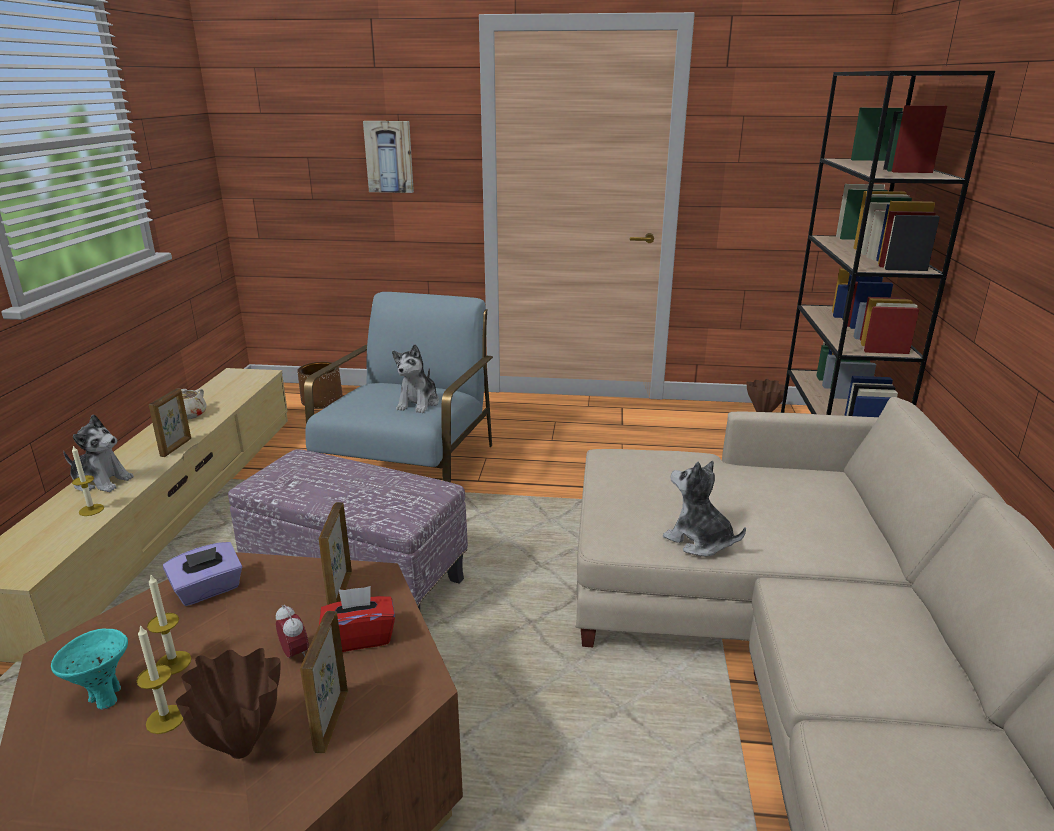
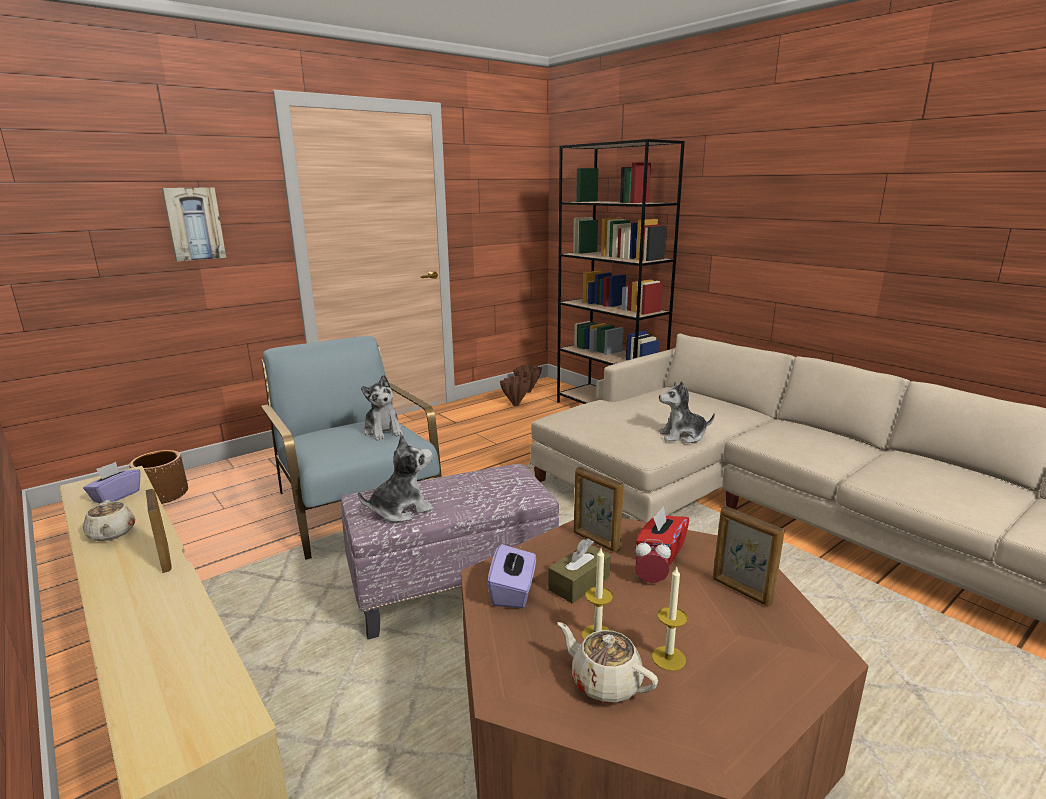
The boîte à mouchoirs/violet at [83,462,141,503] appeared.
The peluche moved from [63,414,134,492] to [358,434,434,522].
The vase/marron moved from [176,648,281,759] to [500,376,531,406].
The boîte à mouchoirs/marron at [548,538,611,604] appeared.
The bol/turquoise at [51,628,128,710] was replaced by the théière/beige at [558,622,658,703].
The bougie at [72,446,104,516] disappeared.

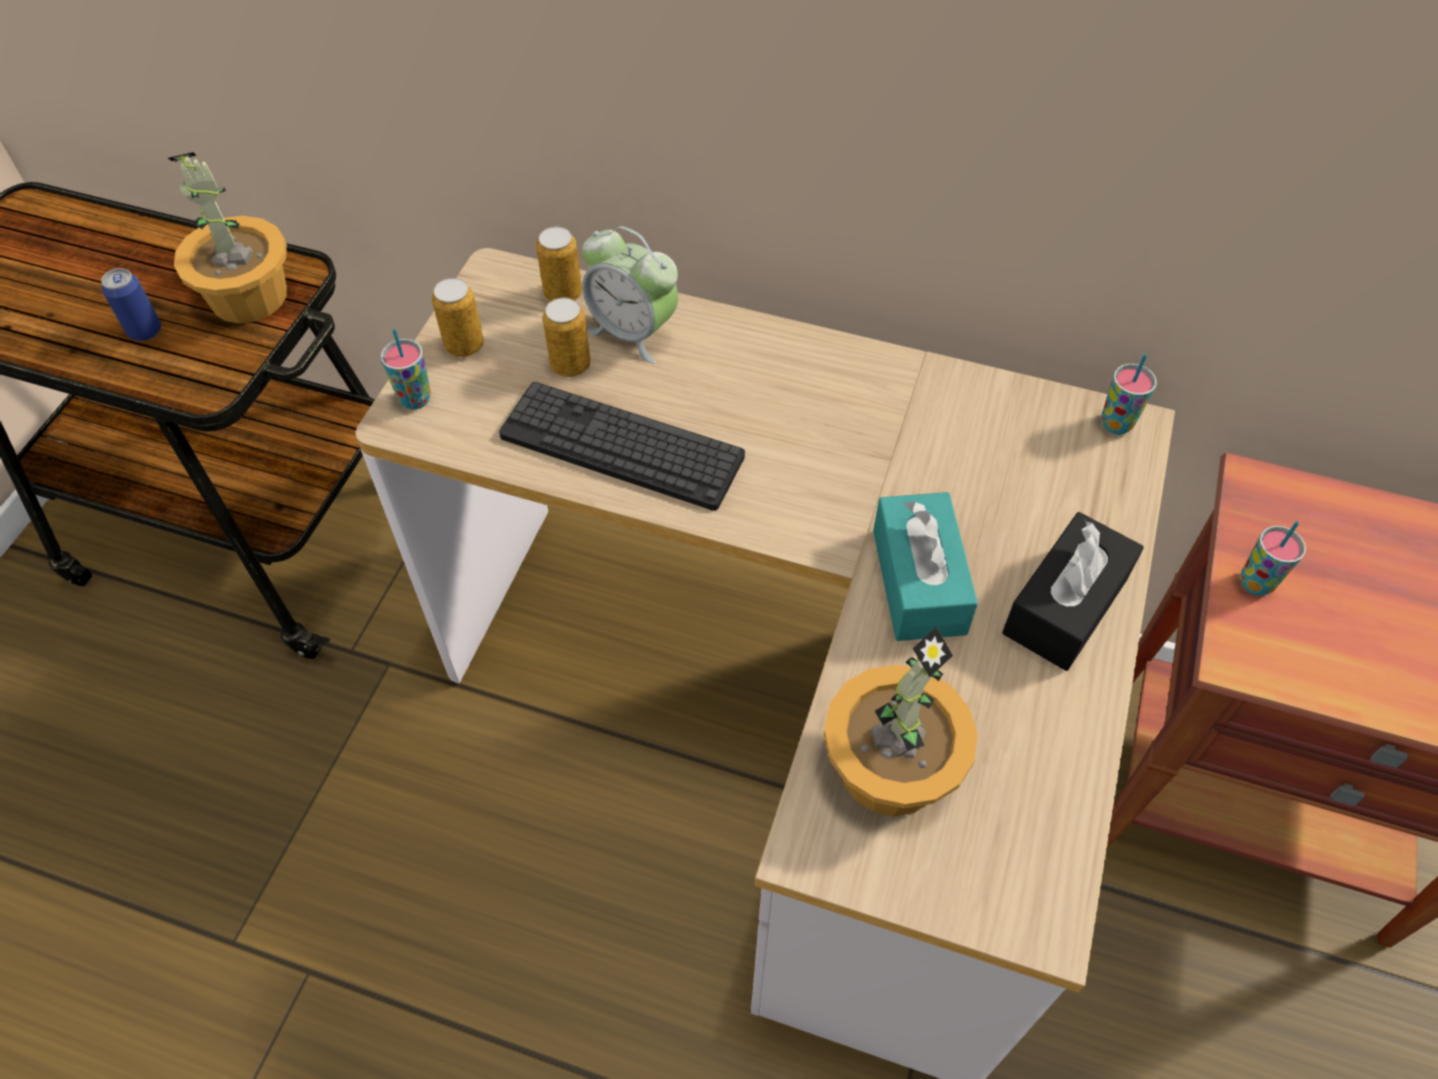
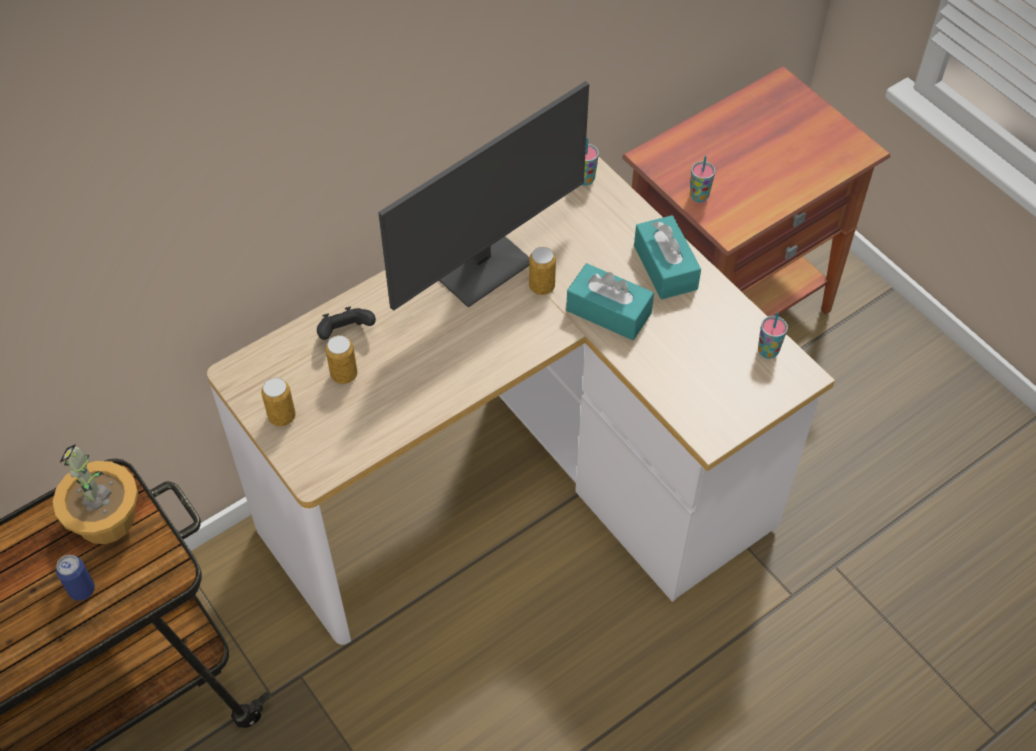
The réveil at [582,226,678,364] was replaced by the manette/noir at [317,307,376,340].
The écran d'ordinateur at [378,81,589,311] appeared.
The boîte métallique moved from [536,227,582,302] to [529,247,556,295].
The boîte à mouchoirs/noir at [1002,512,1144,671] became the boîte à mouchoirs/turquoise at [634,215,701,299].
The tasse moved from [380,329,431,410] to [758,312,788,359].
The clavier at [499,382,745,511] disappeared.
The plante en pot at [824,627,978,816] disappeared.

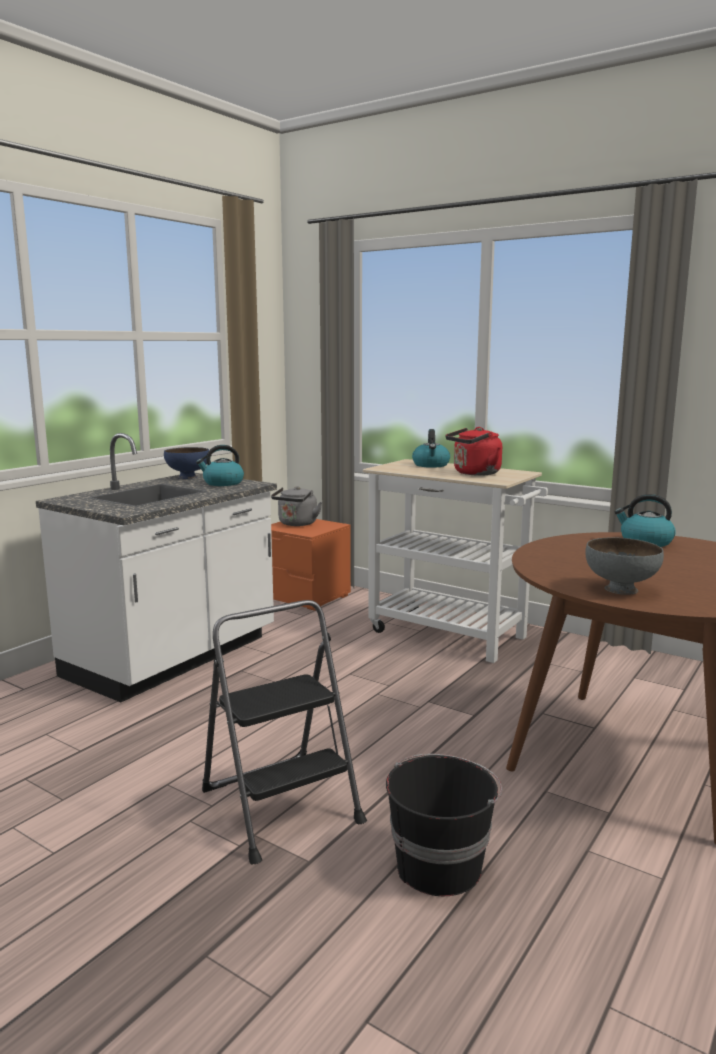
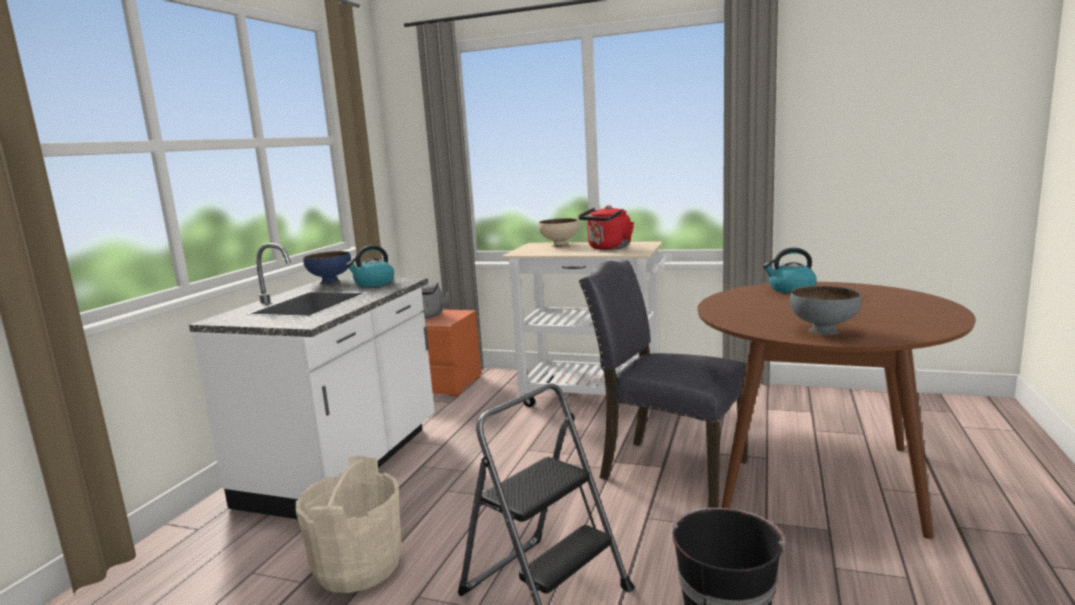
The seau/beige at [296,456,402,593] appeared.
The bouilloire at [412,429,450,468] was replaced by the bol/beige at [538,218,579,247].
The chaise/gris at [579,260,748,508] appeared.

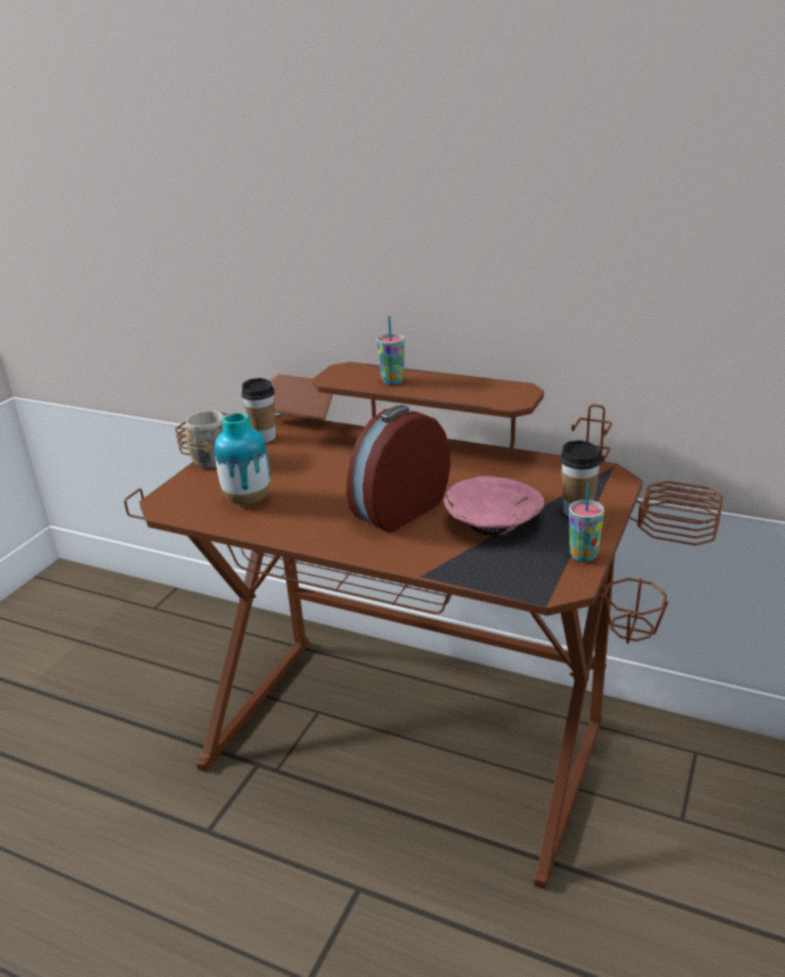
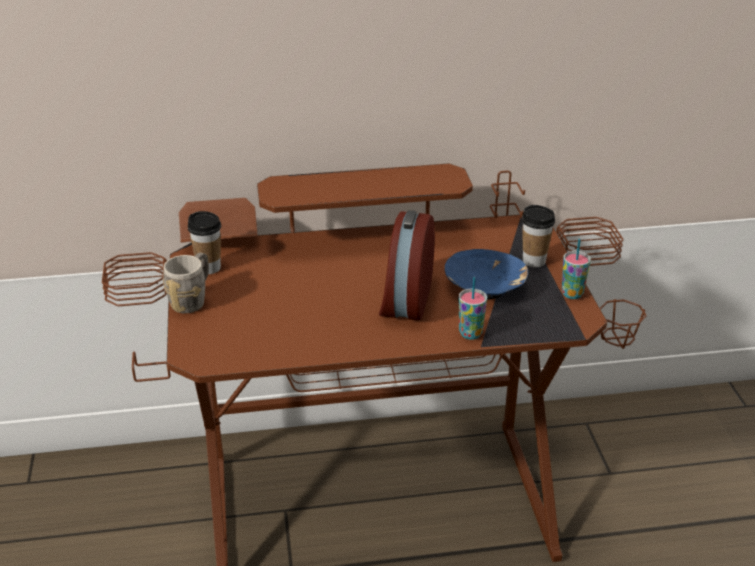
The bol/rose at [444,476,544,535] became the bol/bleu at [445,249,528,299].
The tasse moved from [376,316,405,385] to [459,277,487,340].
The vase at [215,412,270,505] disappeared.

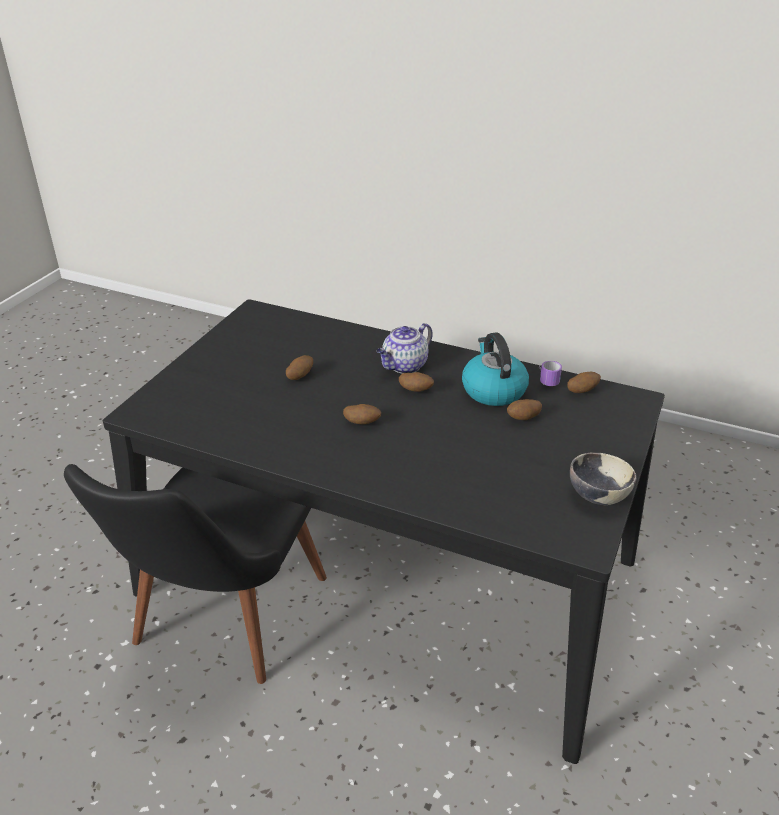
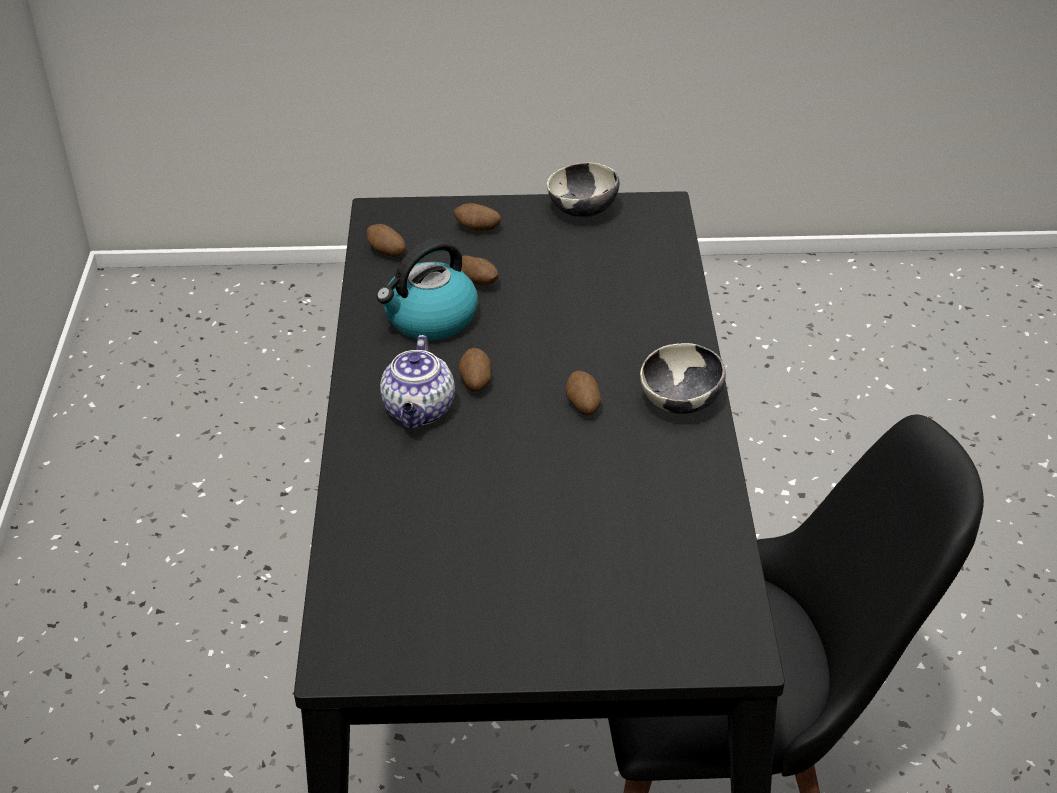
The théière at [377,323,433,373] turned 75 degrees clockwise.
The pomme de terre moved from [286,355,313,380] to [454,203,501,231].
The bol at [640,343,726,414] appeared.
The mug at [539,361,562,386] disappeared.

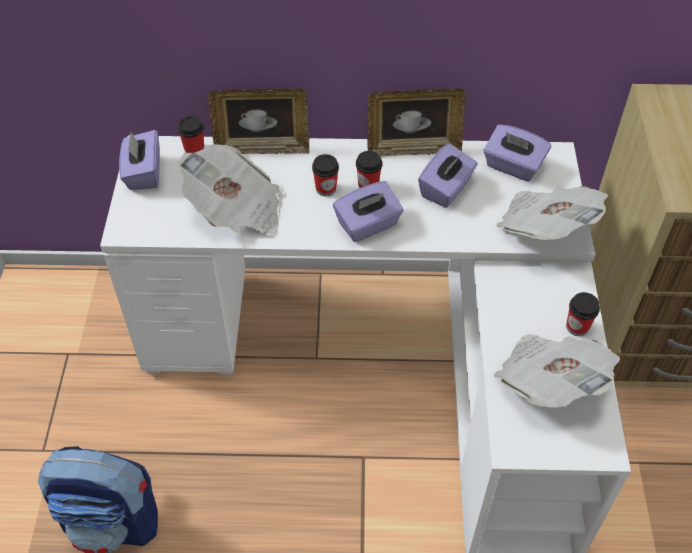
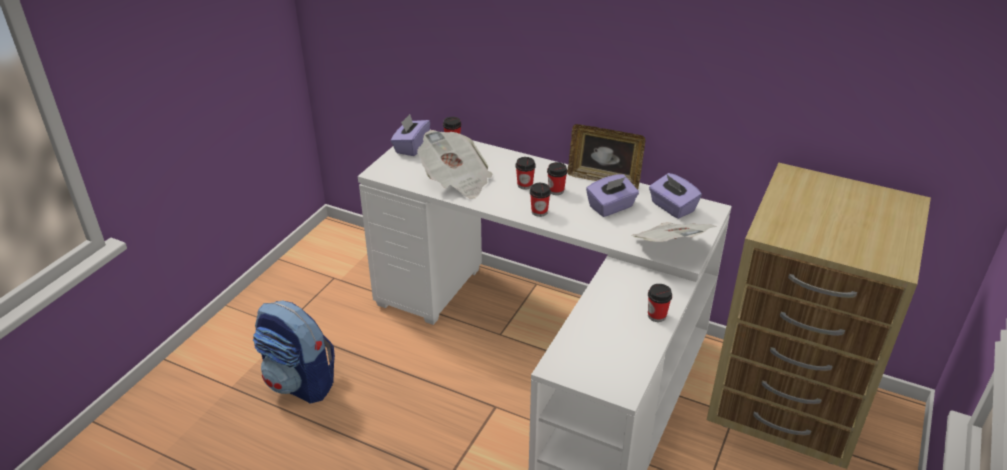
The boîte à mouchoirs/violet at [333,181,404,242] was replaced by the tasse at [530,183,551,217].
The cadre photo at [208,89,309,154] disappeared.
The journal at [494,334,620,408] disappeared.

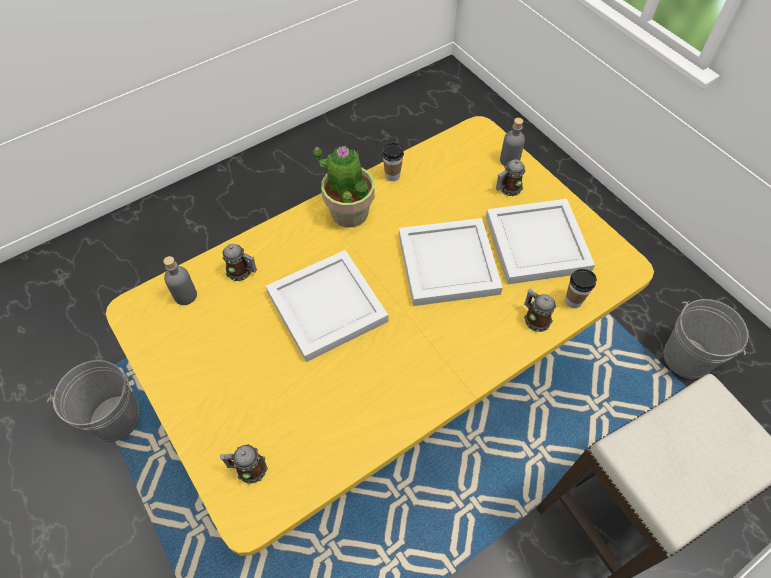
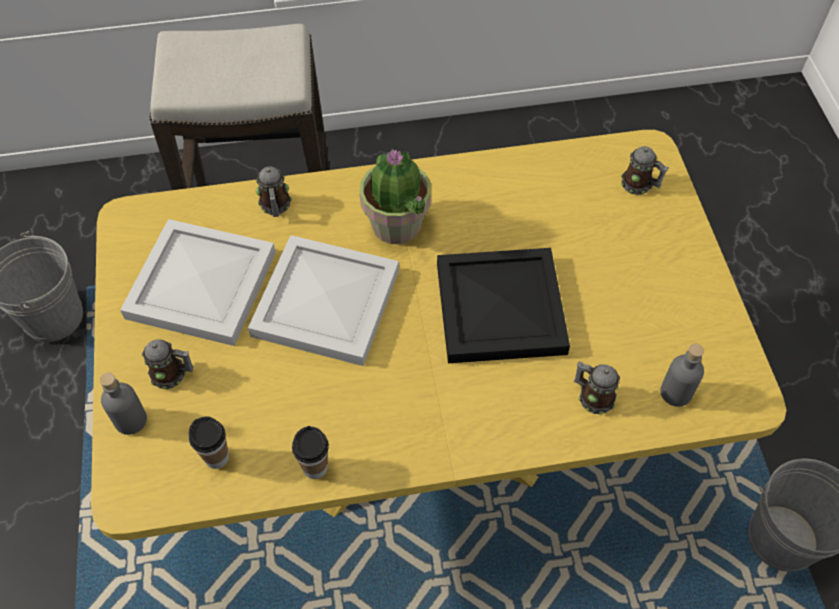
The tasse moved from [565,269,597,308] to [189,416,229,469].
The plante en pot moved from [313,145,375,227] to [359,148,431,244].
The plateau/blanc at [266,250,388,362] became the plateau/noir at [437,248,570,363].

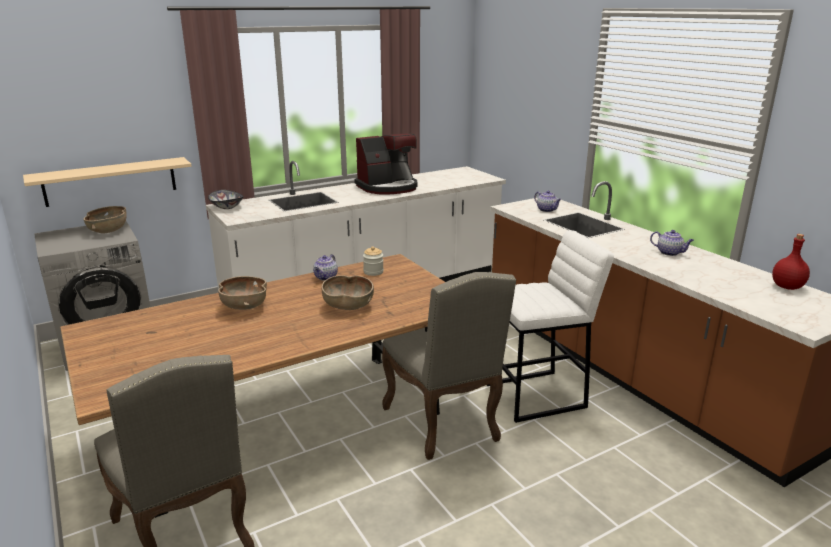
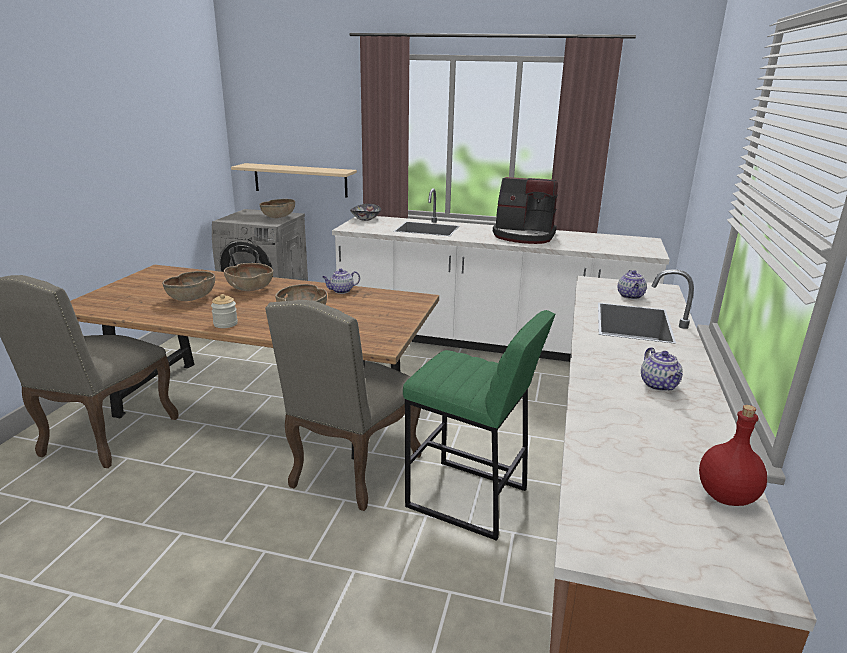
The bol/marron at [162,271,215,301] appeared.
The bocal moved from [363,246,384,276] to [211,294,238,328].
The tabouret/blanc at [487,230,614,423] became the tabouret/vert at [403,310,555,541].

